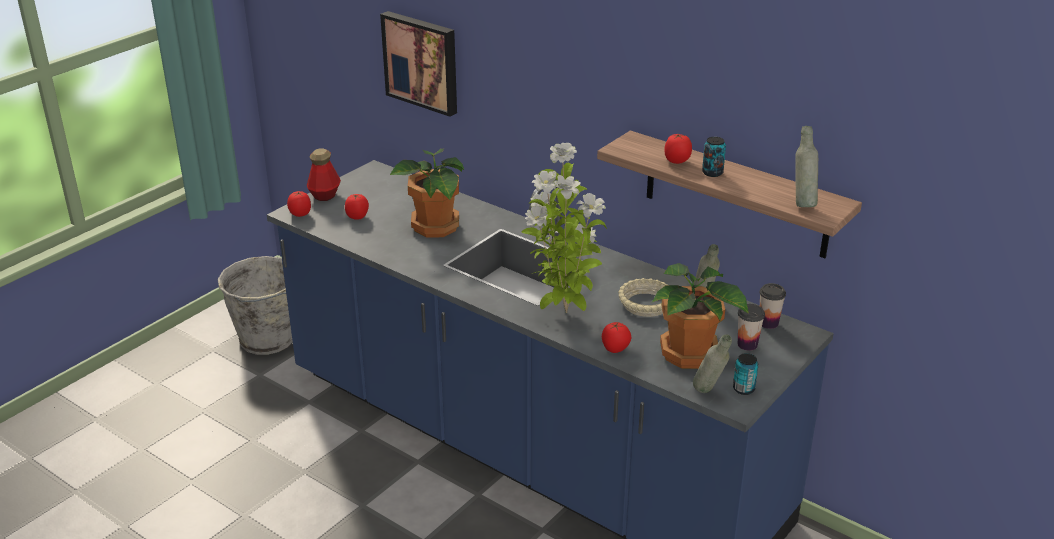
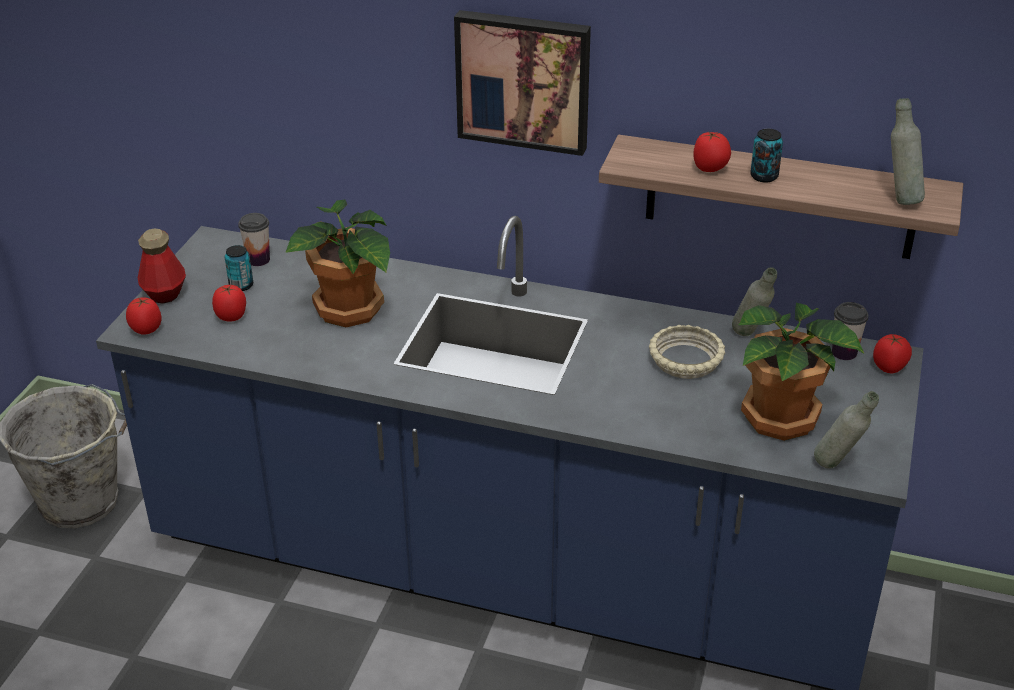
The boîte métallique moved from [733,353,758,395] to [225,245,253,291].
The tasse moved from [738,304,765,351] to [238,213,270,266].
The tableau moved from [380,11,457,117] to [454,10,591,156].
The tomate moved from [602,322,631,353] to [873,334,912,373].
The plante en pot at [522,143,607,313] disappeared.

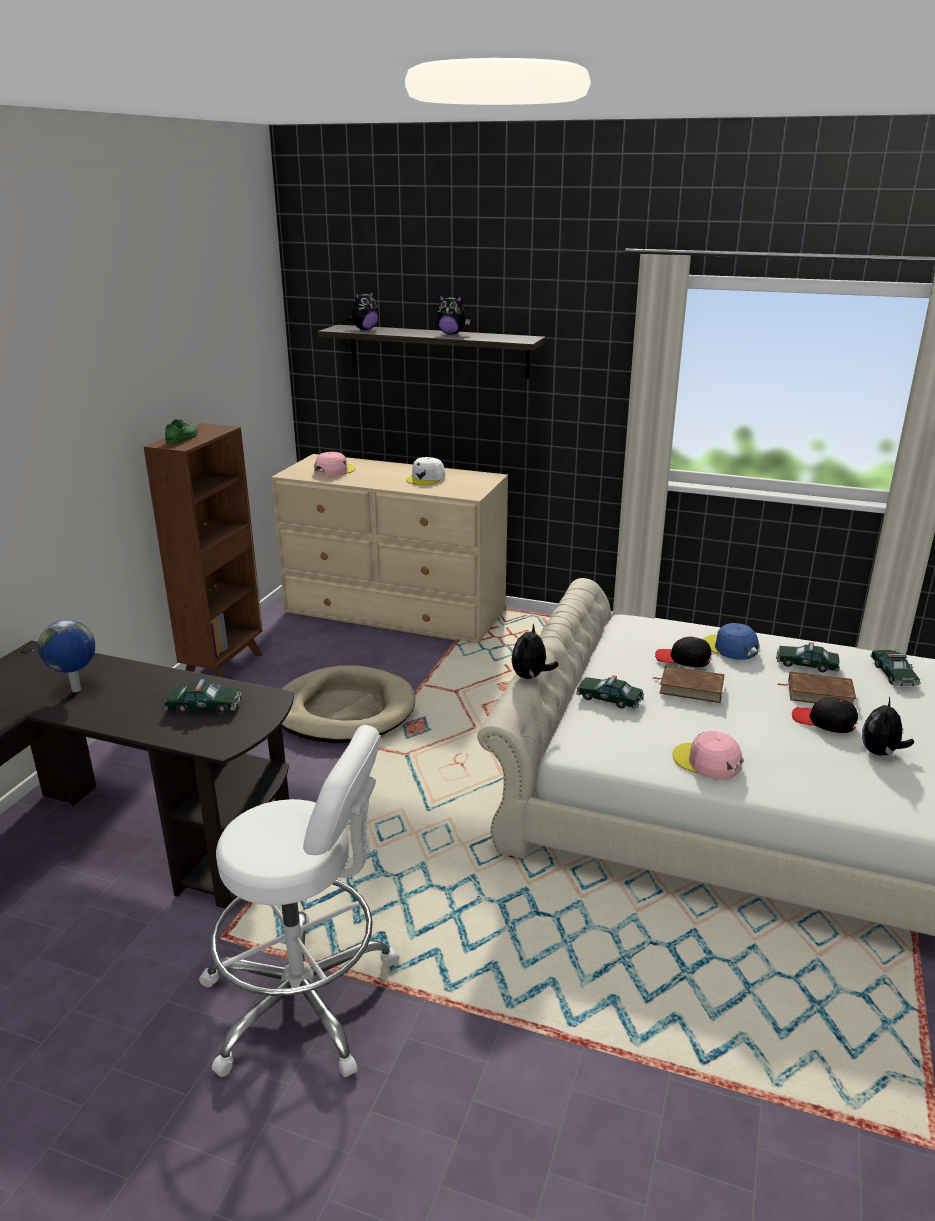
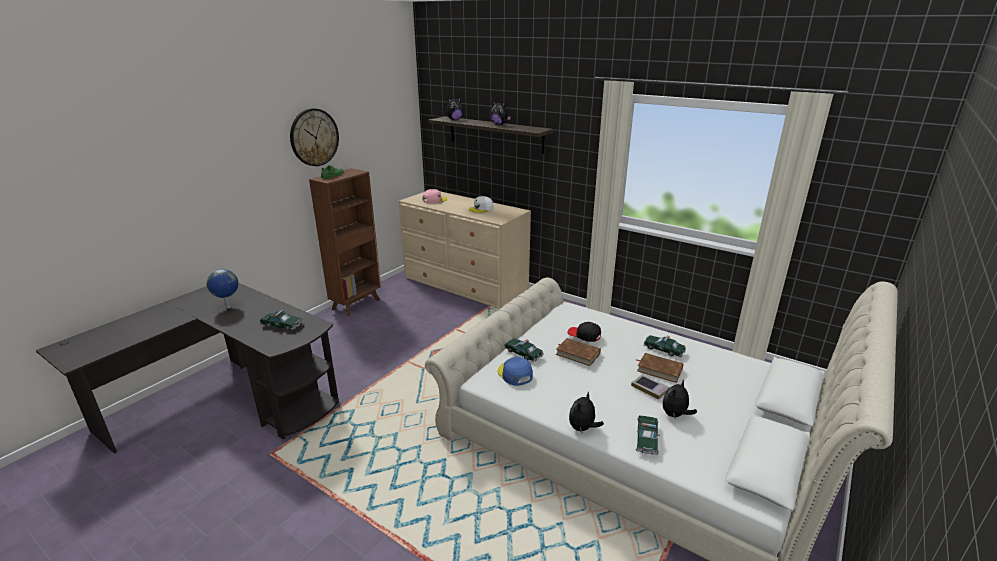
The horloge murale at [290,108,339,166] appeared.
The casquette/bleu moved from [703,623,759,660] to [498,357,533,386].
The peluche moved from [511,624,558,679] to [569,392,604,433].
The casquette/noir at [792,697,858,733] was replaced by the livre at [631,374,670,400].
The petite voiture moved from [870,650,920,686] to [636,415,660,455].
The tabouret/blanc at [199,725,400,1077] disappeared.
The panier pour chien/beige at [281,665,415,743] disappeared.
The casquette/rose at [673,731,743,780] disappeared.

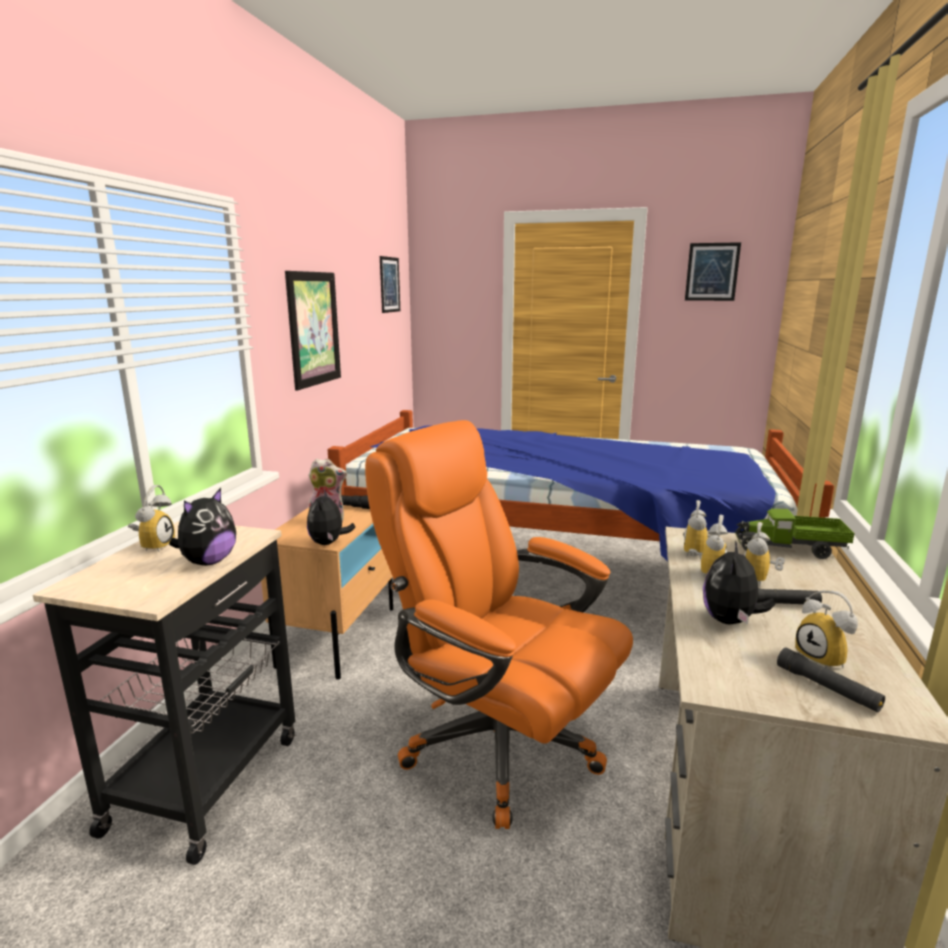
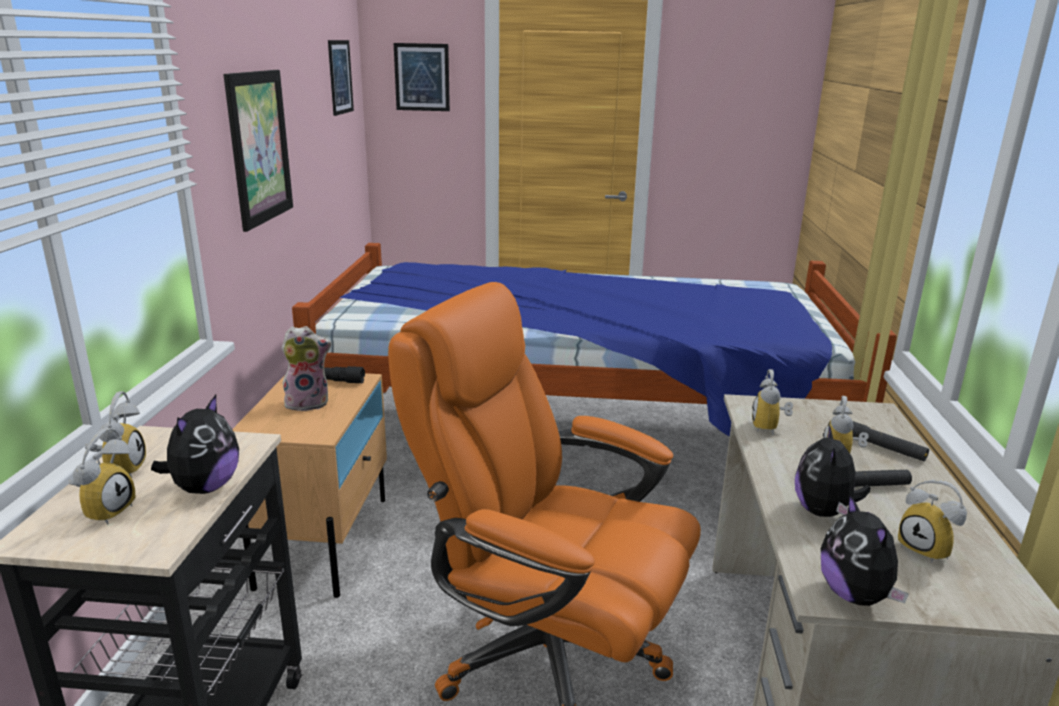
The réveil moved from [689,515,728,577] to [68,428,135,524].
The tableau moved from [685,242,741,301] to [394,43,450,111].
The peluche moved from [307,489,355,545] to [821,493,909,606].
The lampe de poche/noir moved from [777,647,885,712] to [852,421,929,461].
The camion jouet at [734,509,855,559] disappeared.

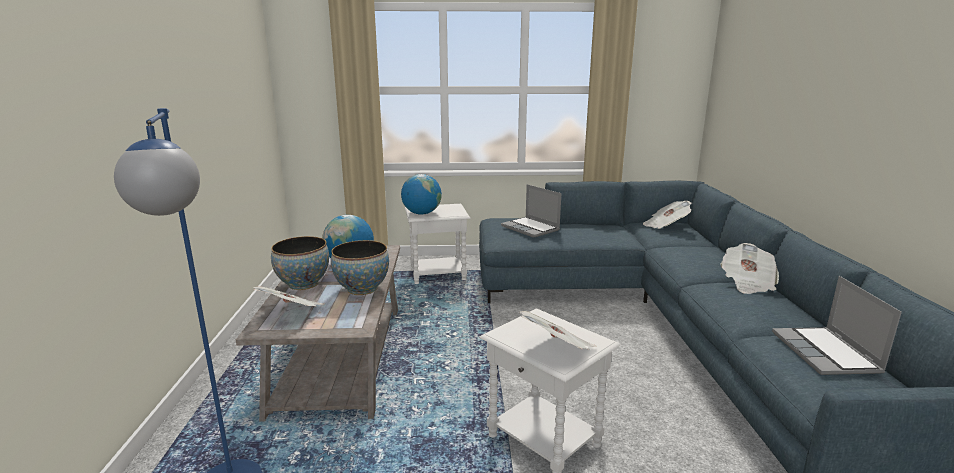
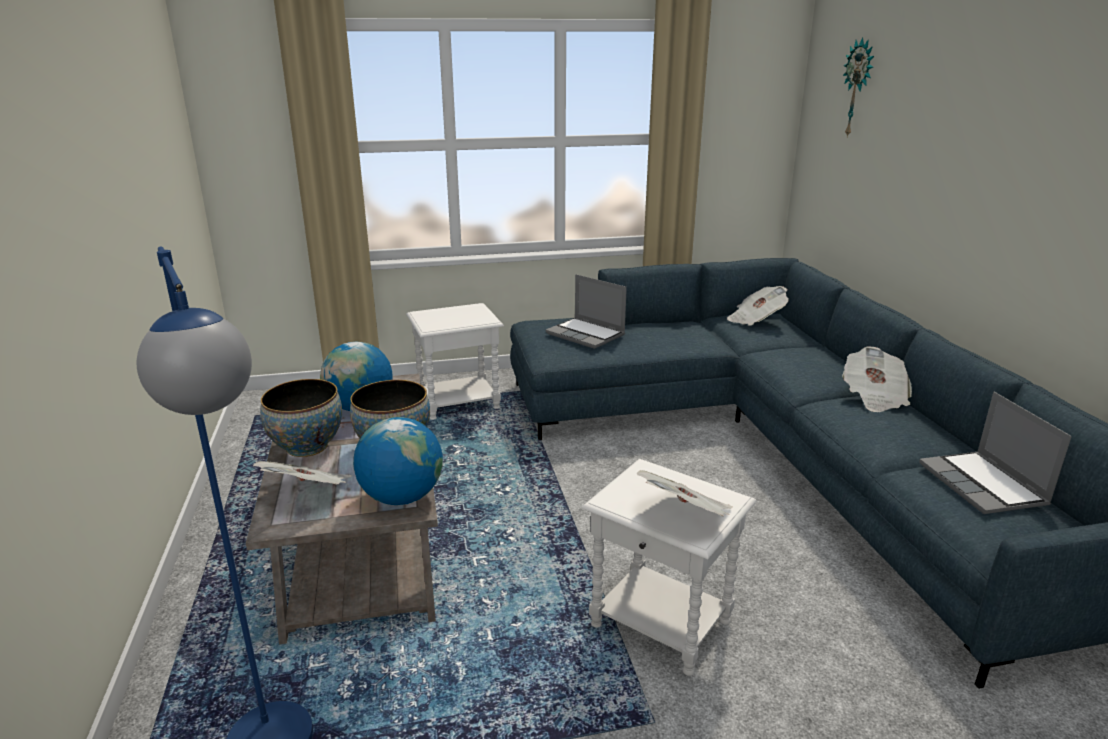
The globe moved from [401,174,442,215] to [353,417,443,505].
The horloge murale at [843,37,874,137] appeared.

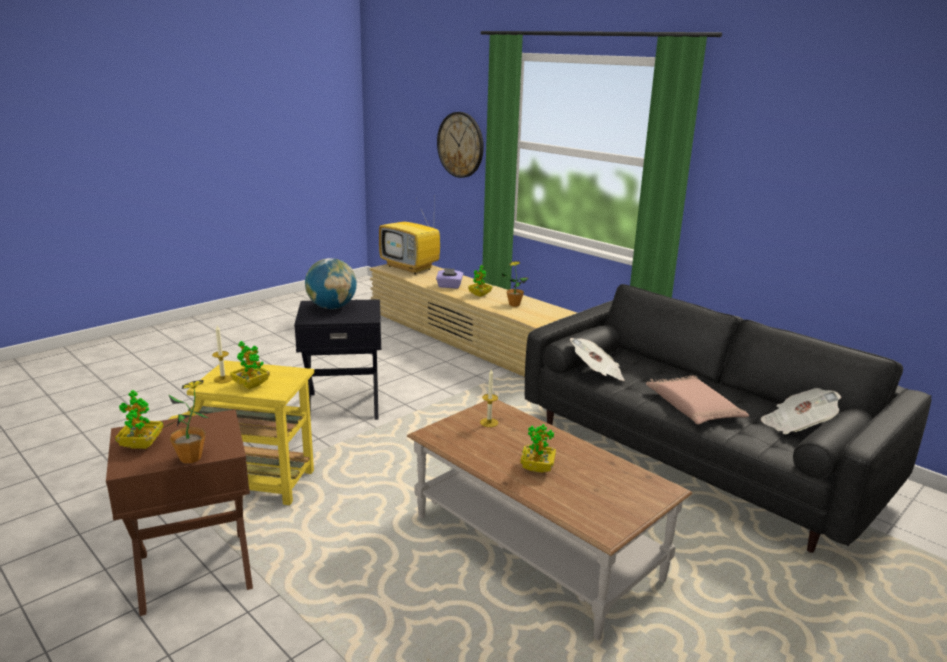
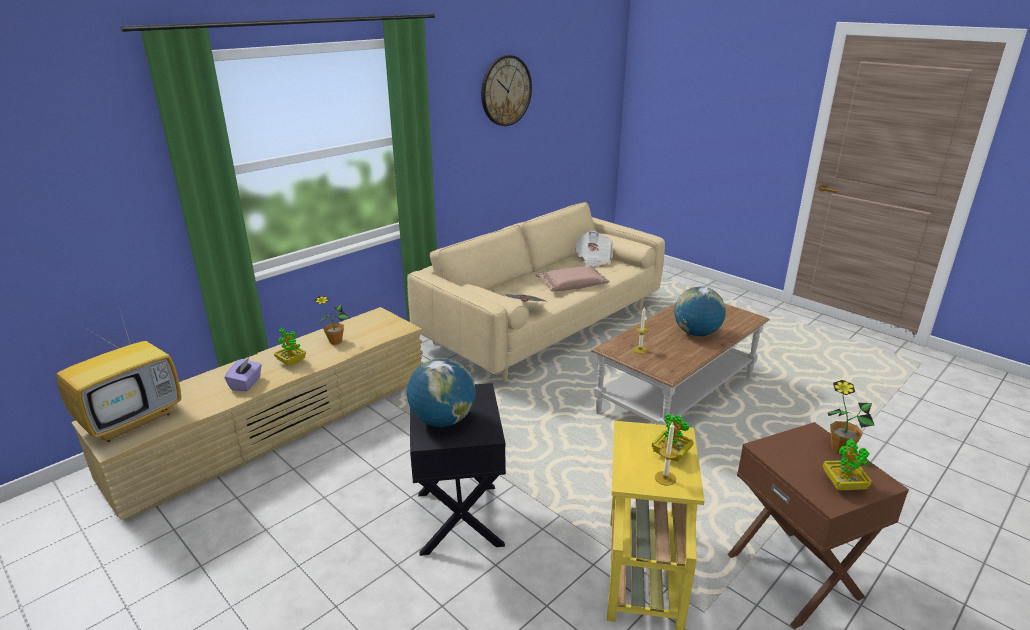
The canapé/noir at [525,284,931,553] became the canapé/beige at [407,202,665,382].
The horloge murale moved from [437,112,484,178] to [481,55,532,126].
The plante en pot at [520,424,556,473] was replaced by the globe at [674,287,726,336].

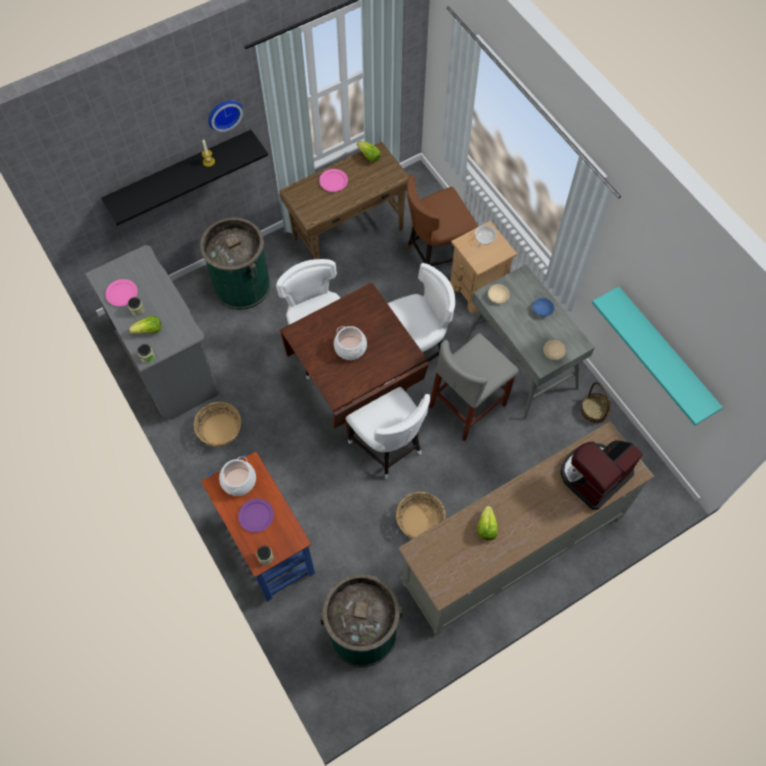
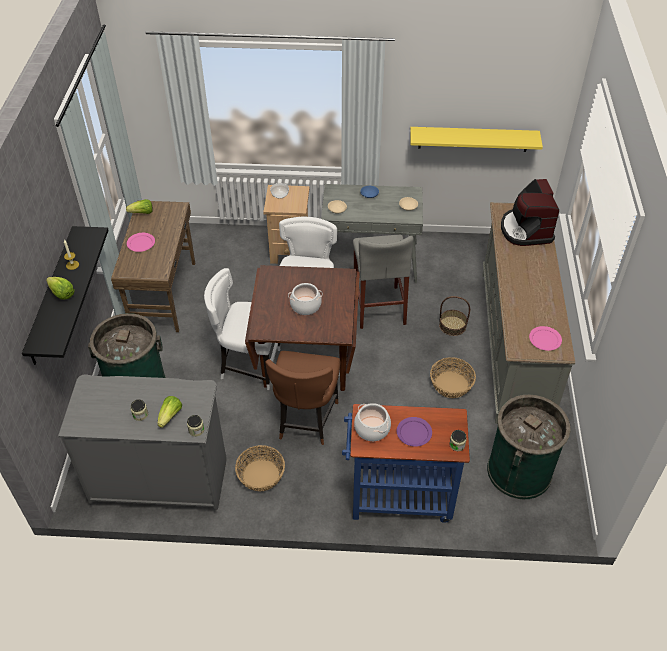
The laitue moved from [477,506,498,540] to [46,277,75,299].
The chaise/marron moved from [407,175,478,266] to [265,351,341,445].
The étagère/turquoise at [592,286,723,426] became the étagère/jaune at [410,127,543,152].
The panier moved from [580,382,611,424] to [439,296,470,336].
The assiette/rose moved from [105,279,138,306] to [529,326,562,351].
The horloge murale at [208,100,243,132] disappeared.
The chaise/blanc at [346,379,430,479] disappeared.

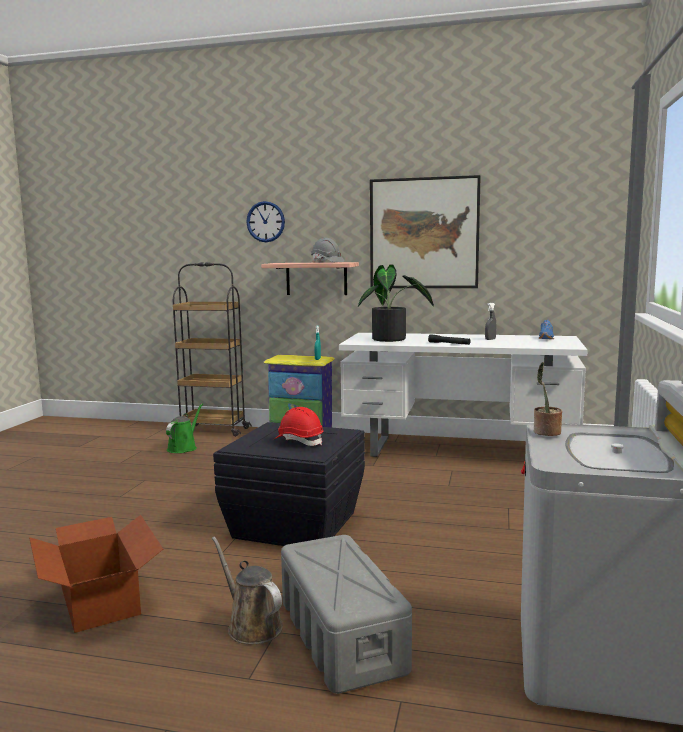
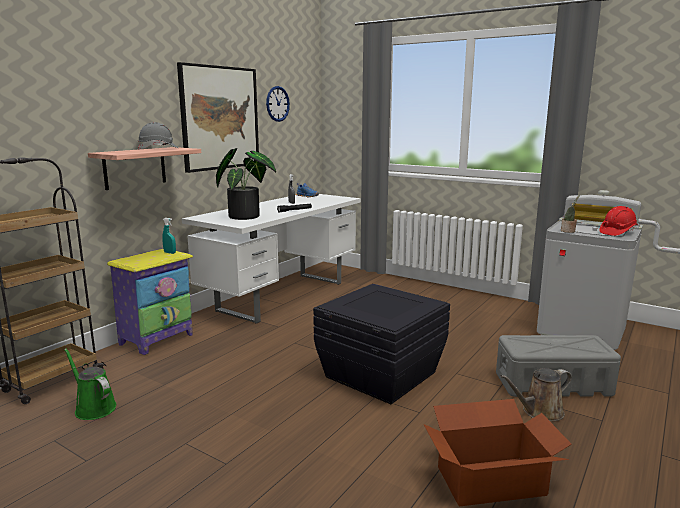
The horloge murale moved from [246,201,285,242] to [266,86,290,122].
The casque de chantier/rouge moved from [273,407,324,446] to [599,206,638,236].

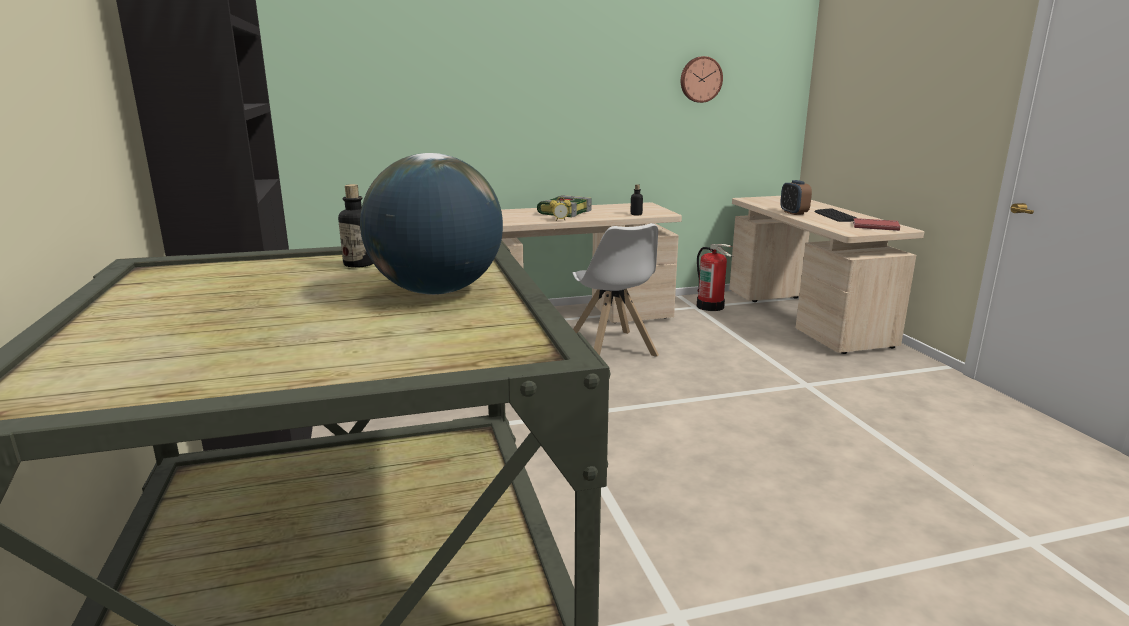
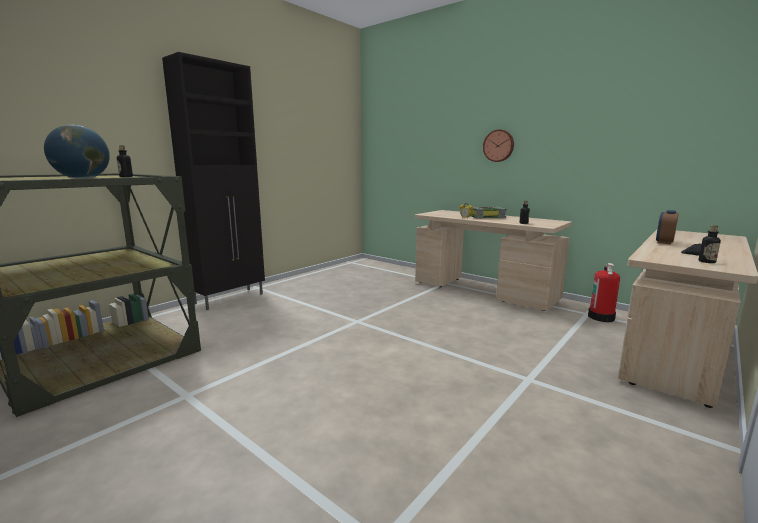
The horloge murale moved from [681,56,723,103] to [483,129,514,162].
The livre/rouge at [853,218,900,231] was replaced by the bouteille at [699,226,721,263].
The chaise at [573,223,659,357] disappeared.

